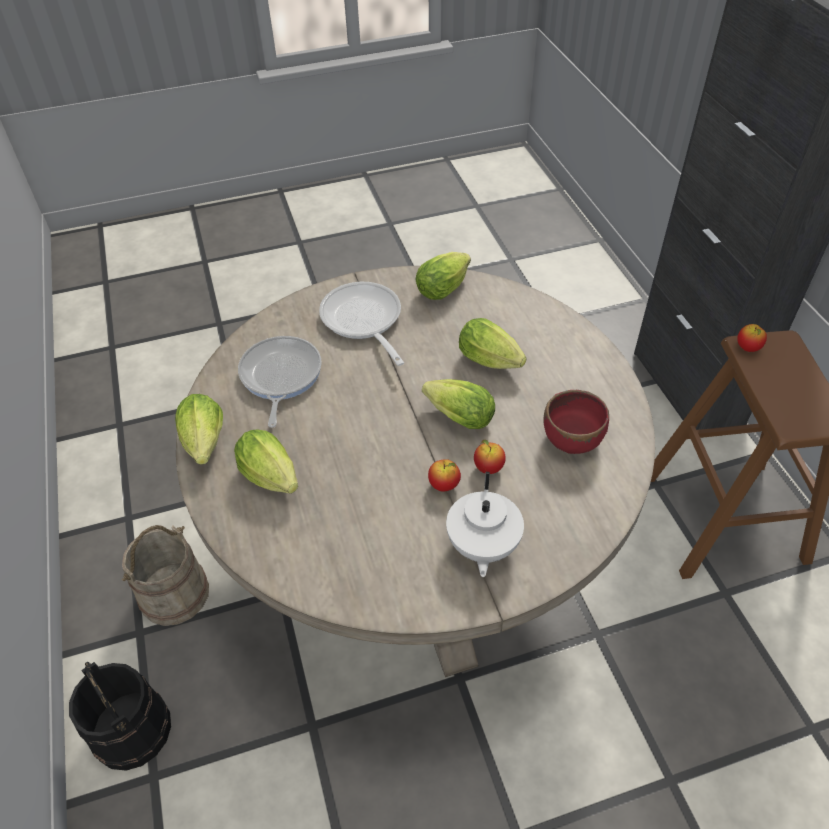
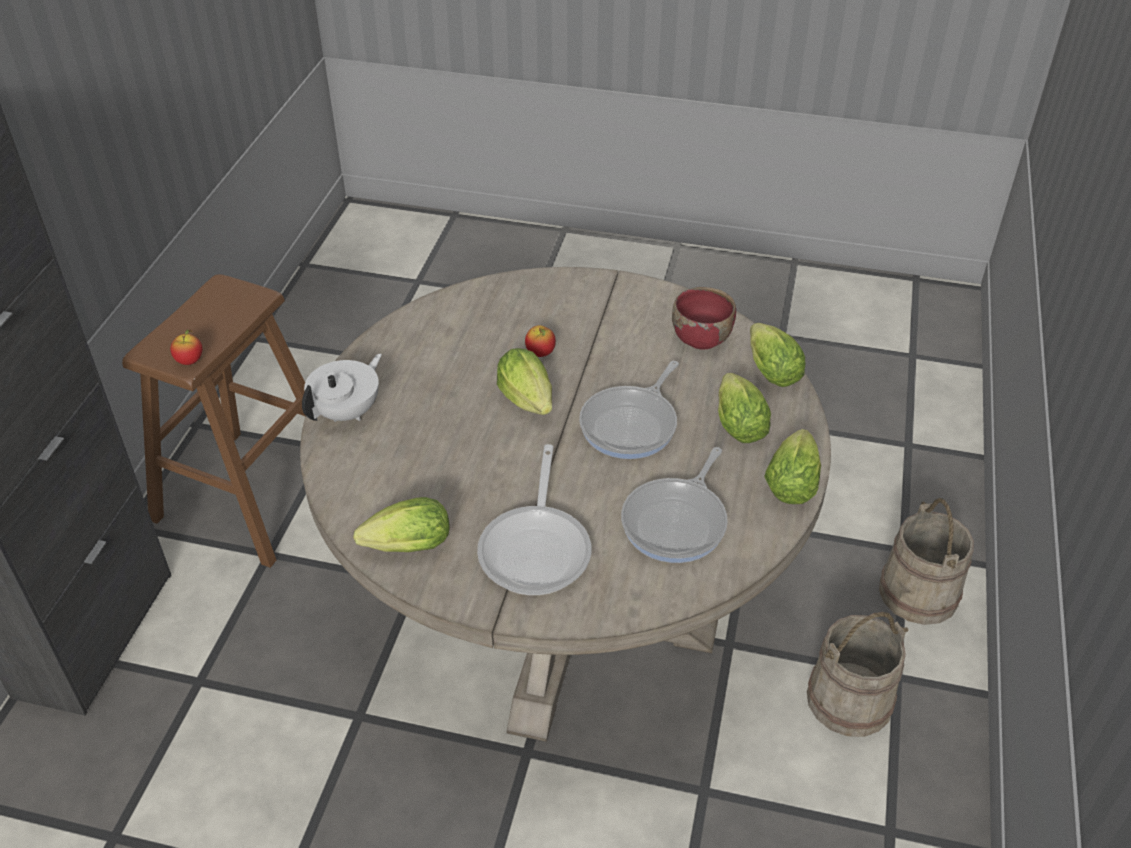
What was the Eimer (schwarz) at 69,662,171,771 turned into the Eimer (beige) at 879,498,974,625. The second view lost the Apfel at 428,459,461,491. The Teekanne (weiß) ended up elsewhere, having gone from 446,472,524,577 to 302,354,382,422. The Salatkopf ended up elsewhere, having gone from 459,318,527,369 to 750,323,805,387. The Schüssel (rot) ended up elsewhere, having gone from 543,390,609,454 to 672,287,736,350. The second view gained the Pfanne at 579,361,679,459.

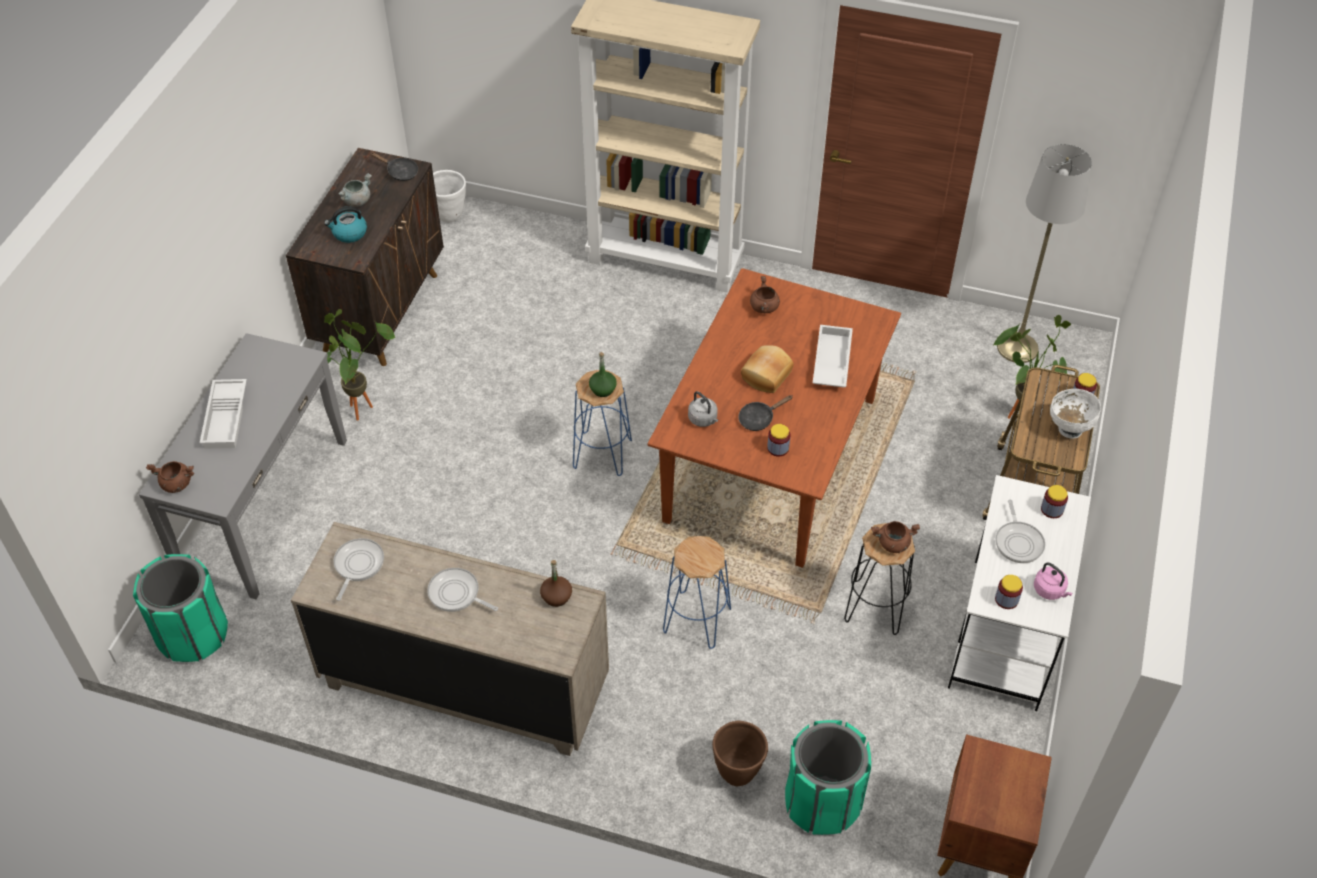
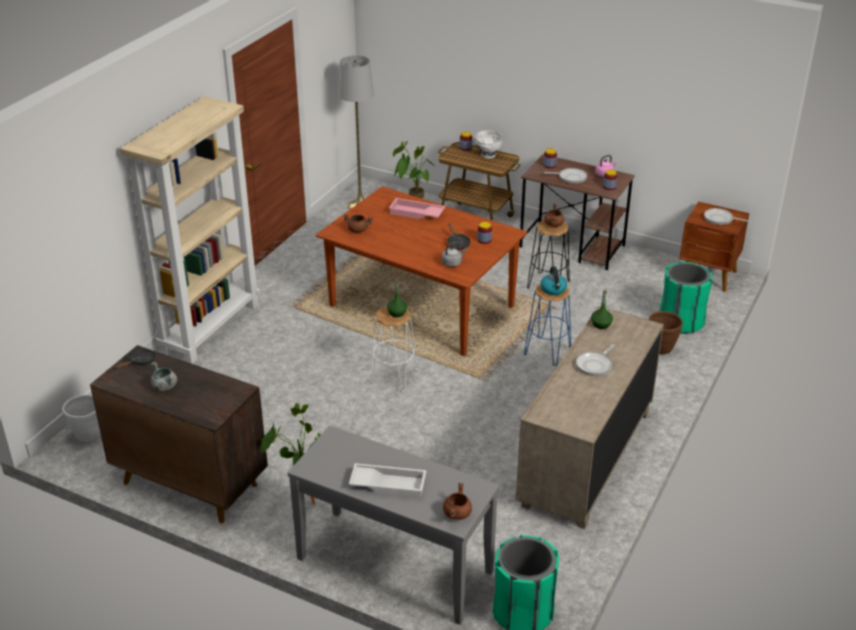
The Wasserkessel ended up elsewhere, having gone from 324,206,367,243 to 541,266,567,295. The Pfanne ended up elsewhere, having gone from 333,538,384,601 to 704,208,749,225. What was the Flasche (braun) at 540,560,572,607 turned into the Flasche (grün) at 591,290,613,329. What was the Hocker (blau) at 573,370,632,476 turned into the Hocker (weiß) at 370,306,418,391. The second view lost the Brot at 741,345,794,393. What was the Tablett (weiß) at 813,325,853,387 turned into the Tablett (rosa) at 389,198,446,219. What was the Schreibtisch (weiß) at 948,475,1091,711 turned into the Schreibtisch (braun) at 519,154,635,270.

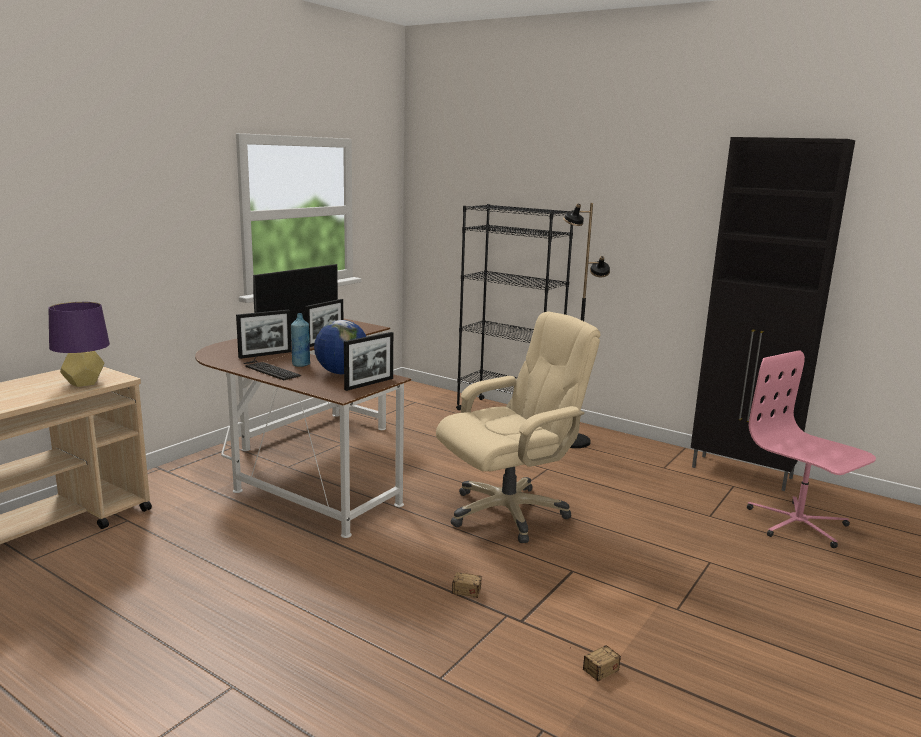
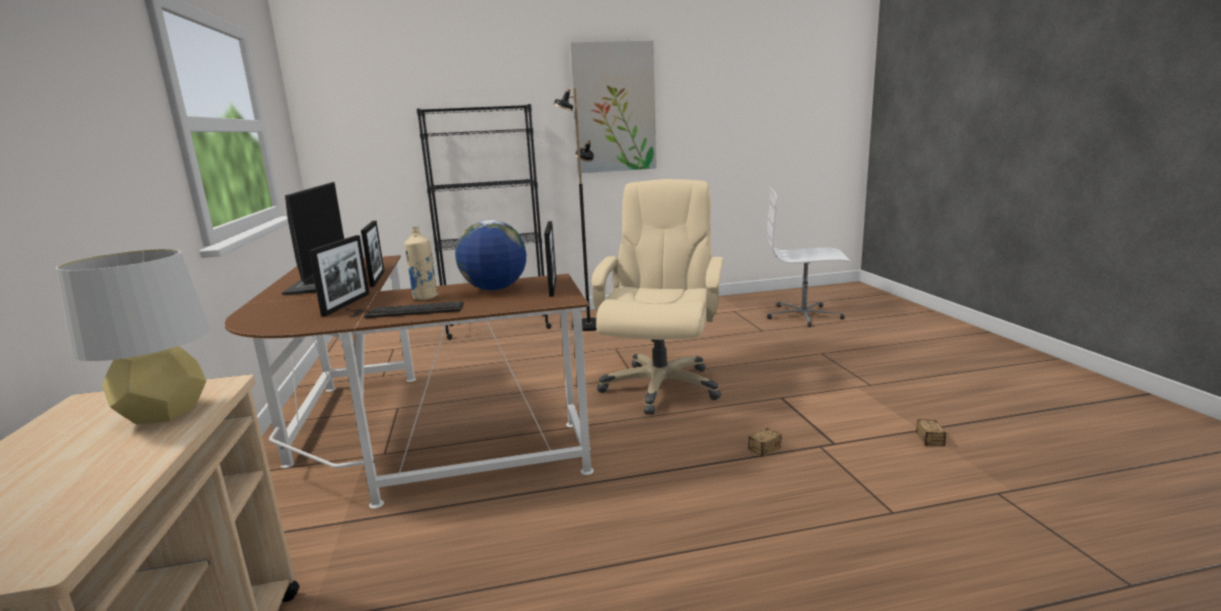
What was the Tischlampe (lila) at 49,302,110,387 turned into the Tischlampe (grau) at 56,249,209,425. What was the Flasche (blau) at 291,313,310,367 turned into the Flasche (beige) at 405,226,438,300. The second view lost the Schrank (schwarz) at 691,137,855,491. What was the Bürostuhl (rosa) at 747,350,876,548 turned into the Bürostuhl (weiß) at 767,187,850,327. The second view gained the Bild at 570,40,656,173.

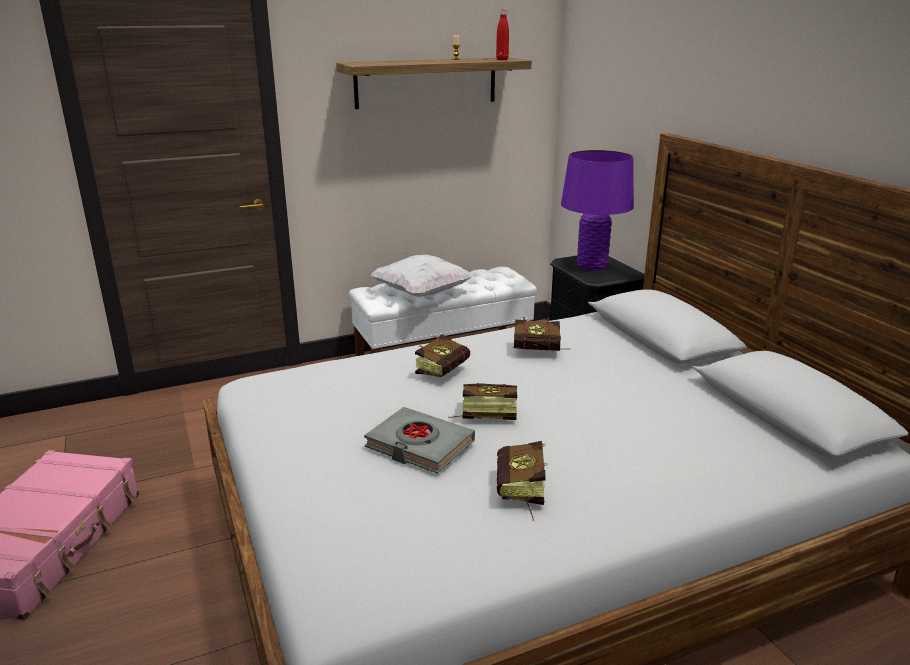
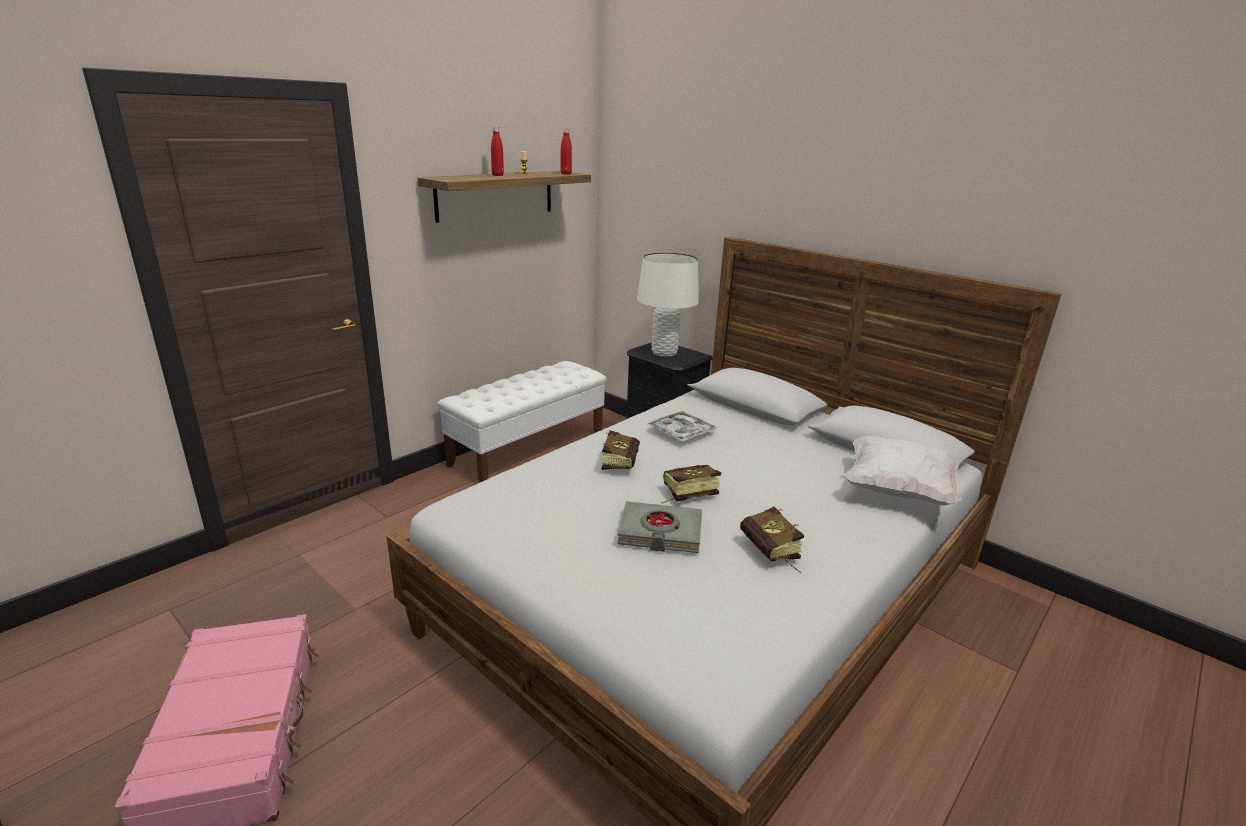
The Kissen (weiß) ended up elsewhere, having gone from 371,254,473,297 to 843,436,962,506. Where the Buch stood at 513,317,571,351, the Tablett came to stand at 648,411,717,442. What was the Tischlampe (lila) at 561,150,634,271 turned into the Tischlampe (weiß) at 637,253,699,357. The second view gained the Flasche (rot) at 491,127,504,176.

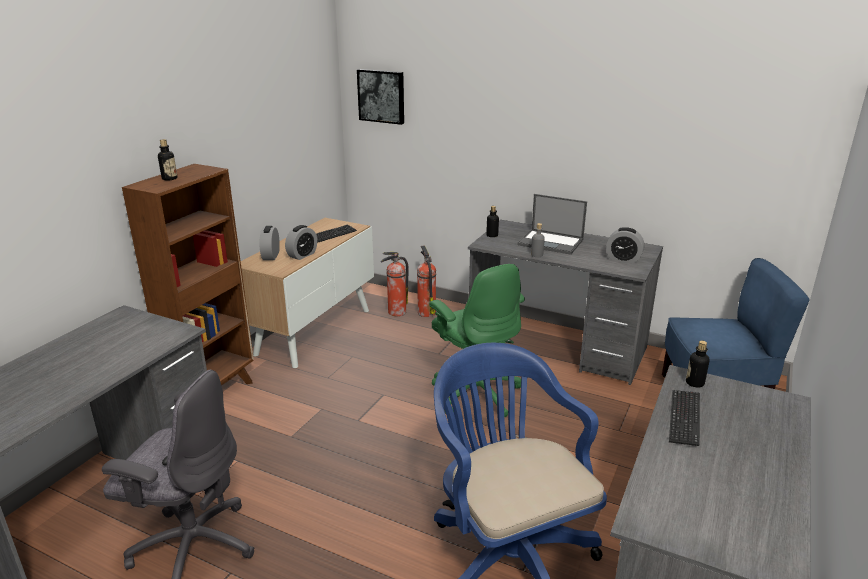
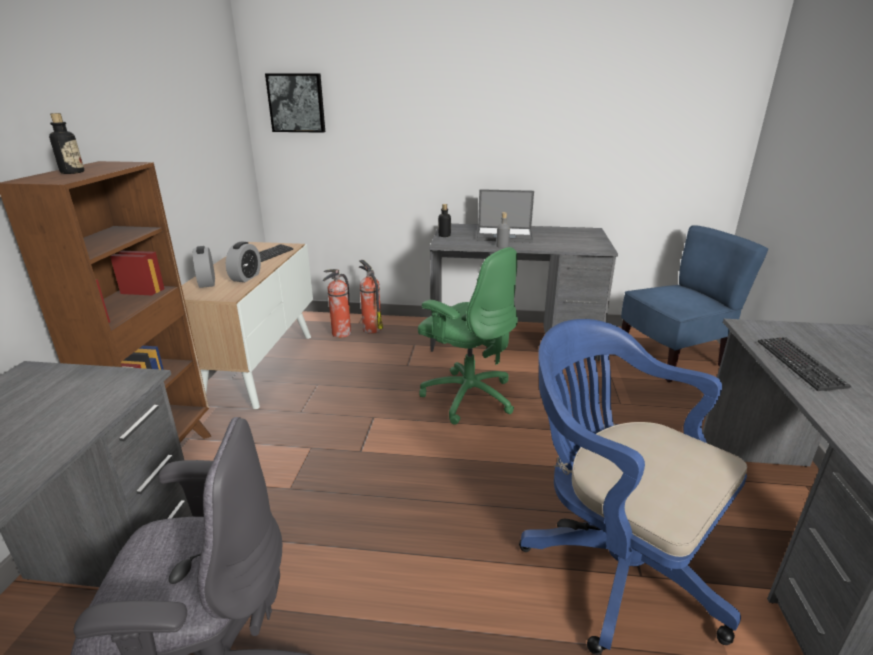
The second view lost the Wecker at 606,227,644,263. The second view lost the Flasche at 686,341,710,387.

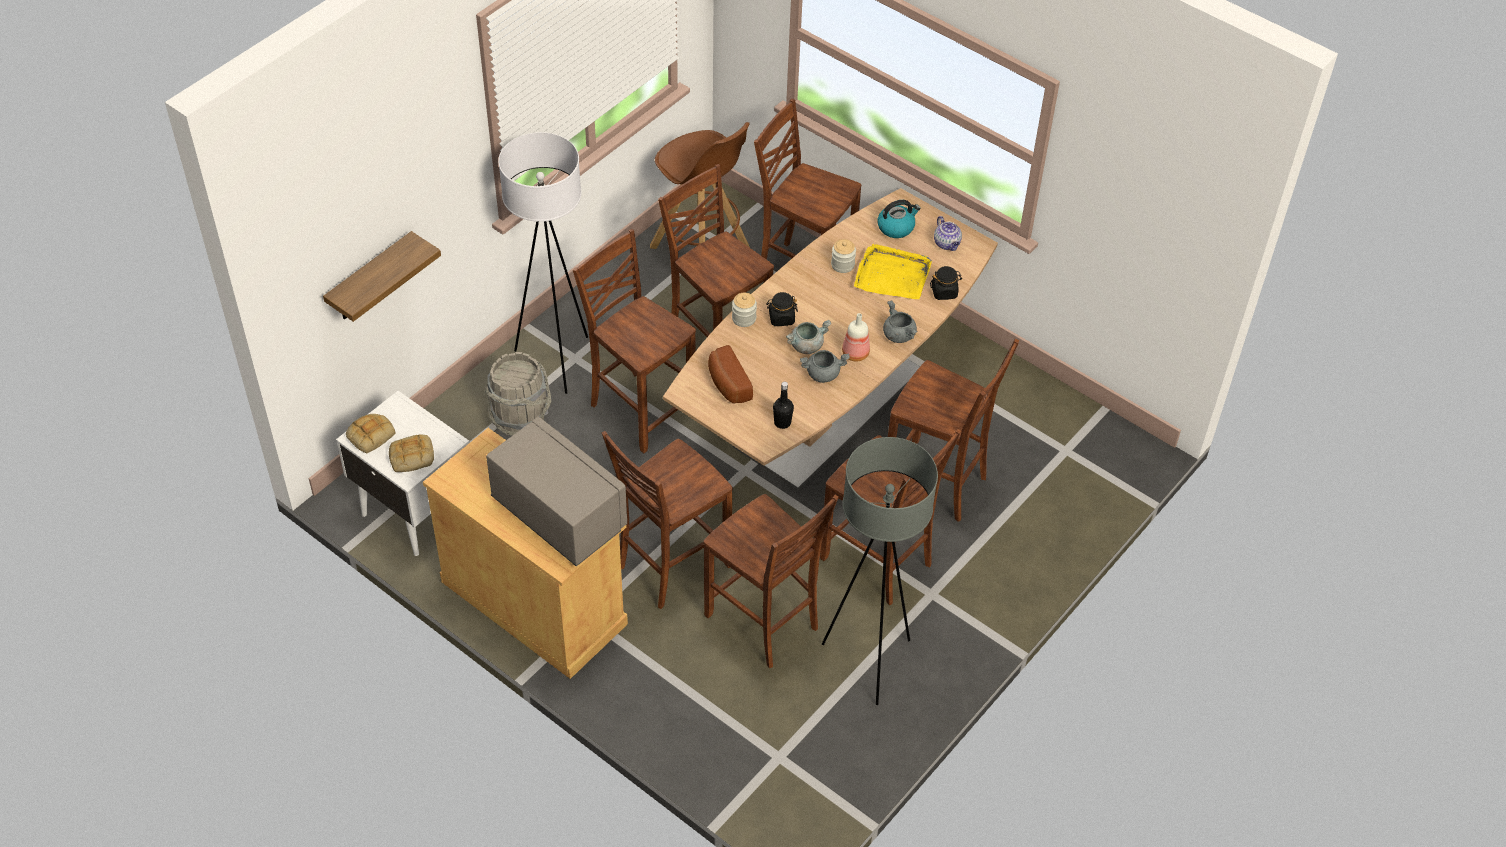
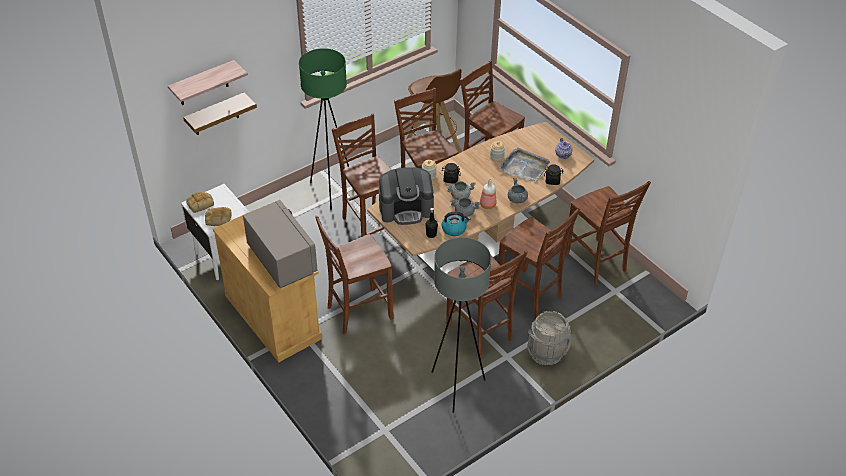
The Eimer (grau) ended up elsewhere, having gone from 484,352,551,436 to 527,311,571,365. What was the Stehlampe (weiß) at 498,132,588,394 turned into the Stehlampe (grün) at 299,48,349,210. The Stuhl (braun) ended up elsewhere, having gone from 704,494,839,668 to 565,181,651,285. Where the Brot stood at 708,345,753,403, the Kaffeemaschine came to stand at 379,167,434,225. What was the Tablett (gelb) at 854,244,932,299 turned into the Tablett (grau) at 499,148,550,182. The Wasserkessel ended up elsewhere, having gone from 878,200,921,238 to 442,211,470,236. The second view gained the Wandregal at 168,60,248,105.

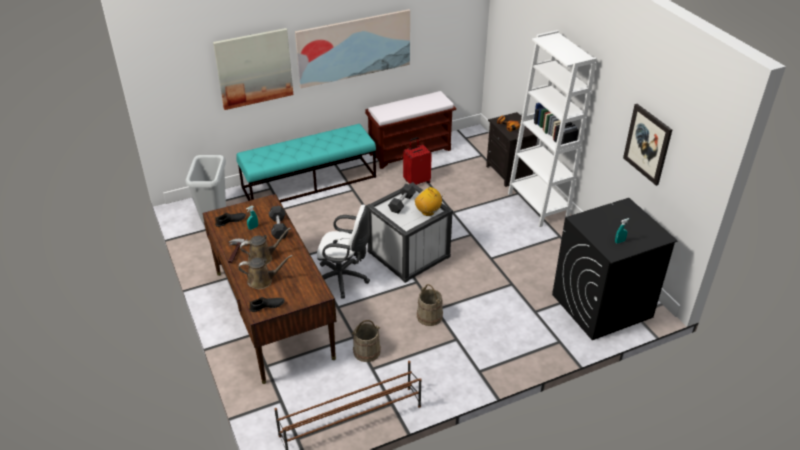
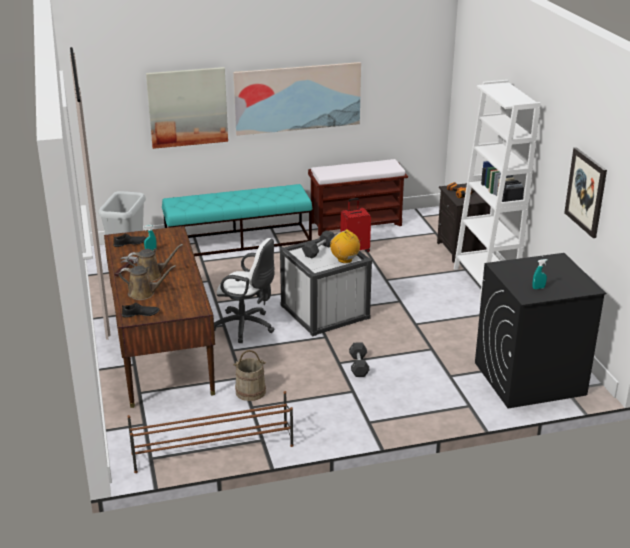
The Hantel (schwarz) ended up elsewhere, having gone from 269,206,288,239 to 349,343,370,377. The second view lost the Eimer (beige) at 417,284,443,326.

